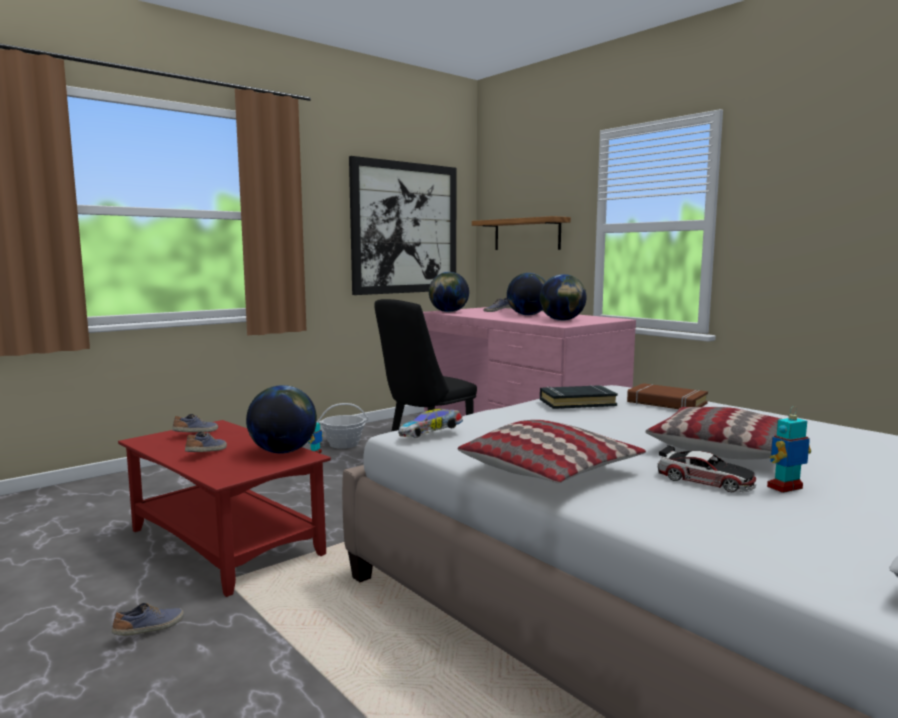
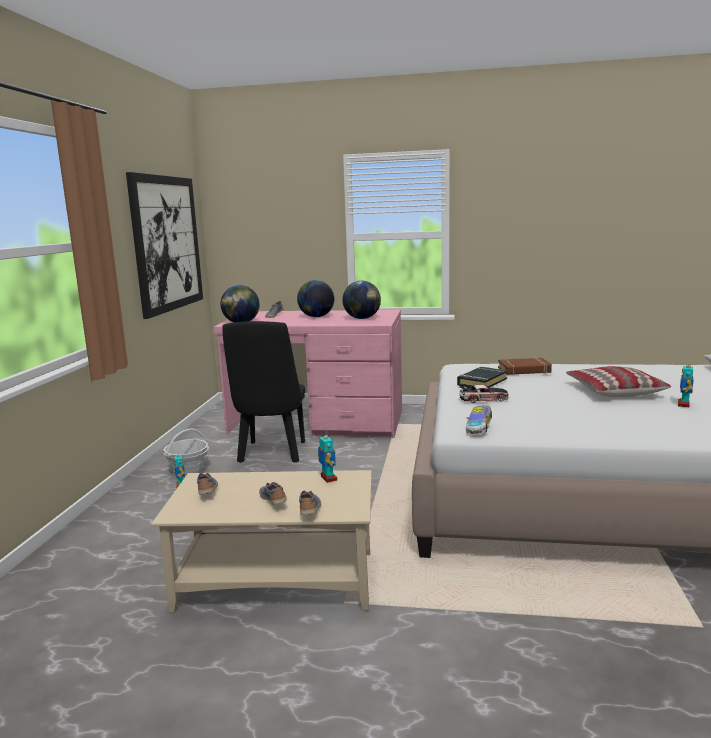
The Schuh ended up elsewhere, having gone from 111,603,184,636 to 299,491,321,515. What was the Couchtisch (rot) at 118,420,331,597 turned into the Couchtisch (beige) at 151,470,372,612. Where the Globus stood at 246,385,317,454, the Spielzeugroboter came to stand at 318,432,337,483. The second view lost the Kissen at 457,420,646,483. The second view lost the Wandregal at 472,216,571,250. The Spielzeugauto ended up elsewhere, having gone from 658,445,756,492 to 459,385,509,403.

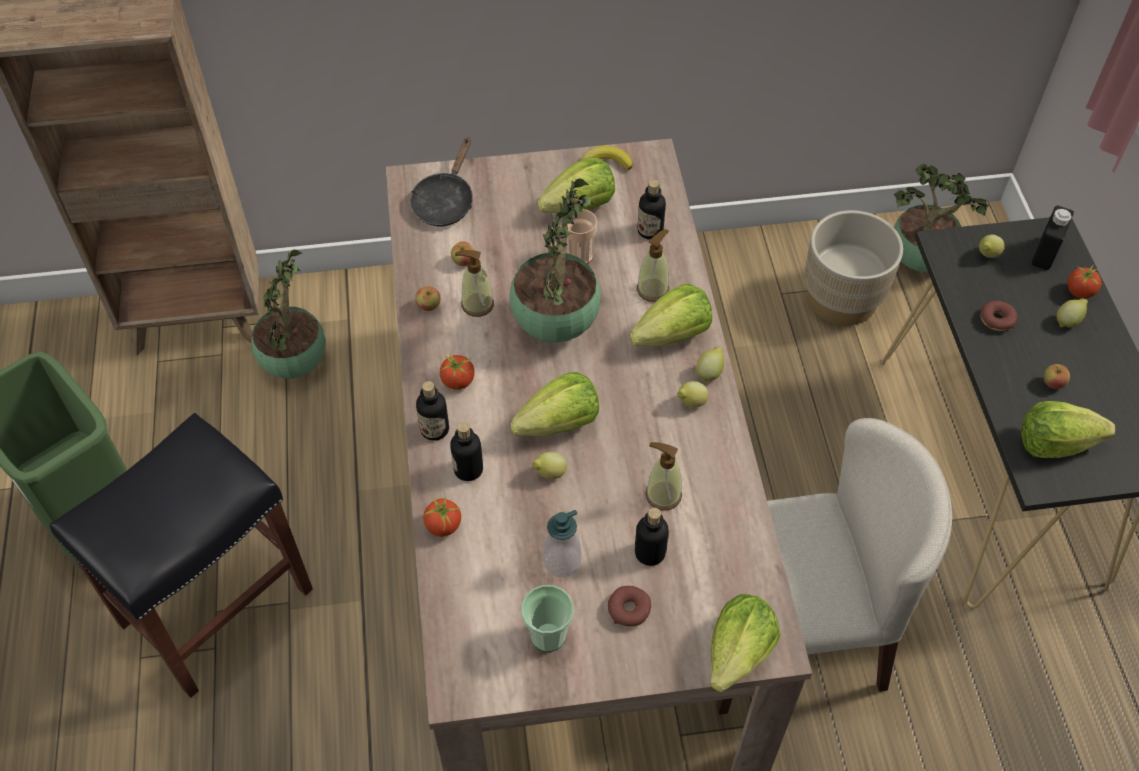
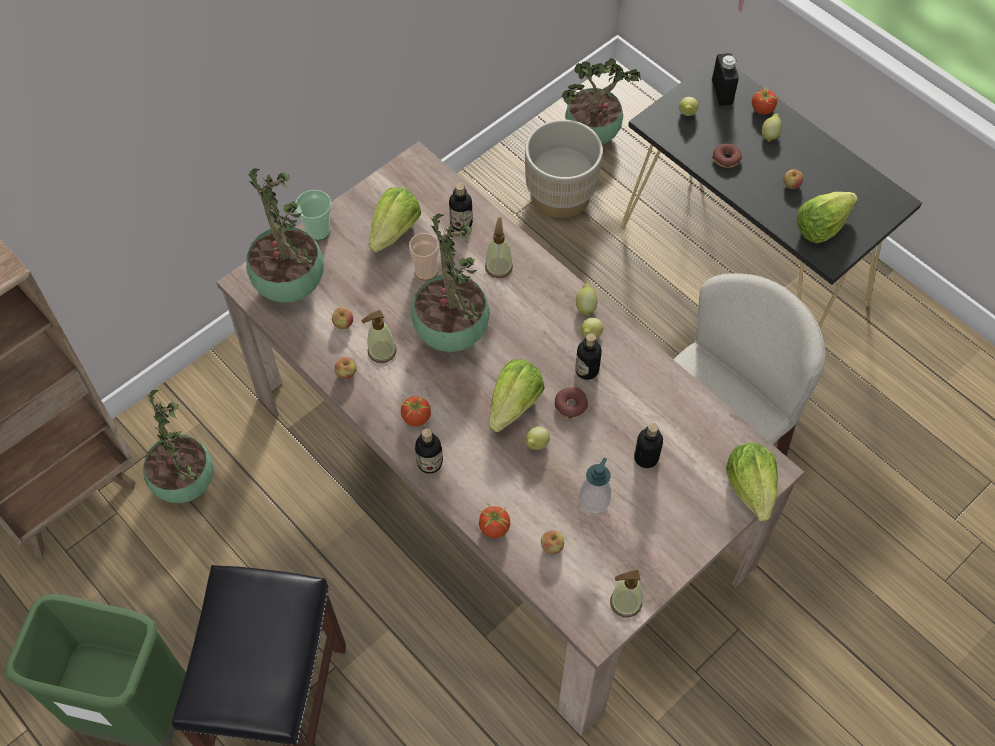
Where the Pfanne (schwarz) stood at 410,137,473,226, the Topfpflanze came to stand at 246,168,324,303. The Flasche ended up elsewhere, having gone from 450,422,483,481 to 575,333,602,380. The Tasse ended up elsewhere, having gone from 521,585,574,652 to 295,190,332,241. The second view lost the Banane at 581,146,633,170. The Donut ended up elsewhere, having gone from 608,586,651,627 to 555,387,588,419. The second view lost the Salatkopf at 630,284,712,346. The Seifenspender ended up elsewhere, having gone from 645,442,682,511 to 610,570,643,618. The second view gained the Apfel at 541,530,564,555.

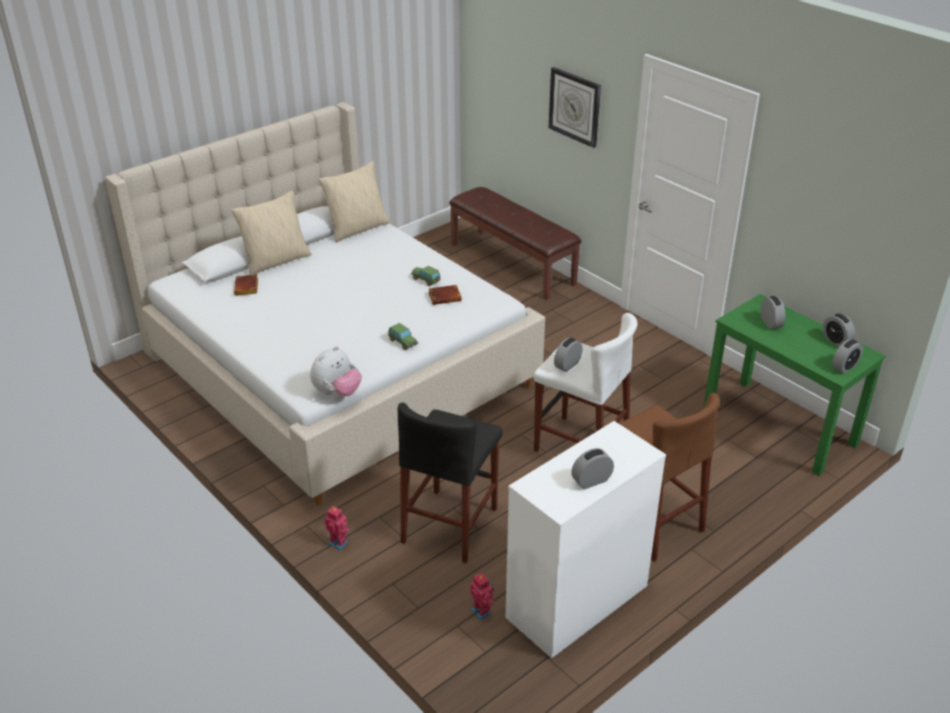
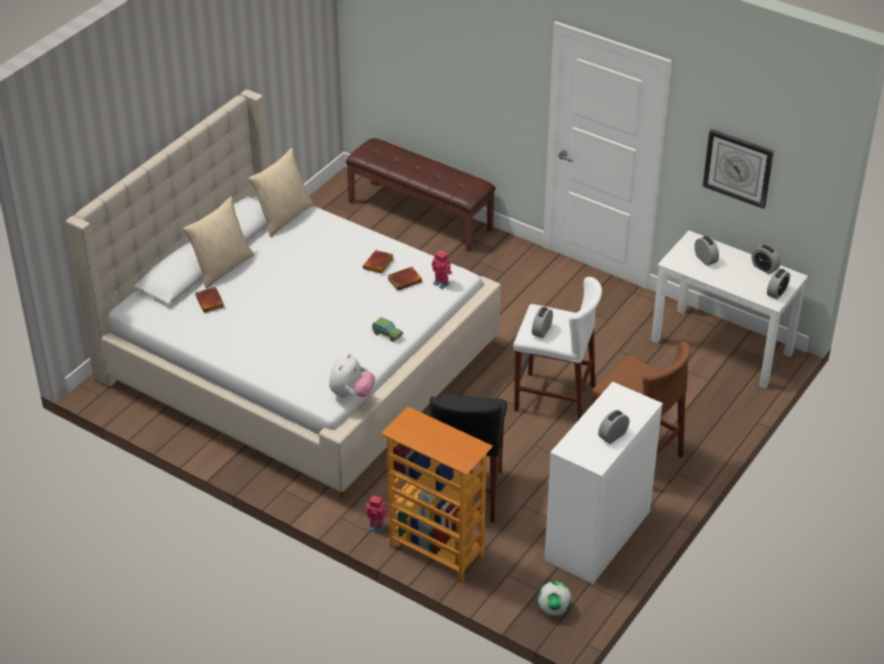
Where the Spielzeugauto stood at 411,266,441,286, the Buch (braun) came to stand at 363,250,394,274. The Spielzeugroboter ended up elsewhere, having gone from 470,573,495,620 to 431,250,452,289. The Wanduhr ended up elsewhere, having gone from 549,67,601,148 to 703,129,774,209. What was the Schreibtisch (grün) at 703,294,886,476 turned into the Schreibtisch (weiß) at 651,231,808,389. The second view gained the Bücherregal at 381,407,493,583. The second view gained the Fußball at 538,582,572,616.

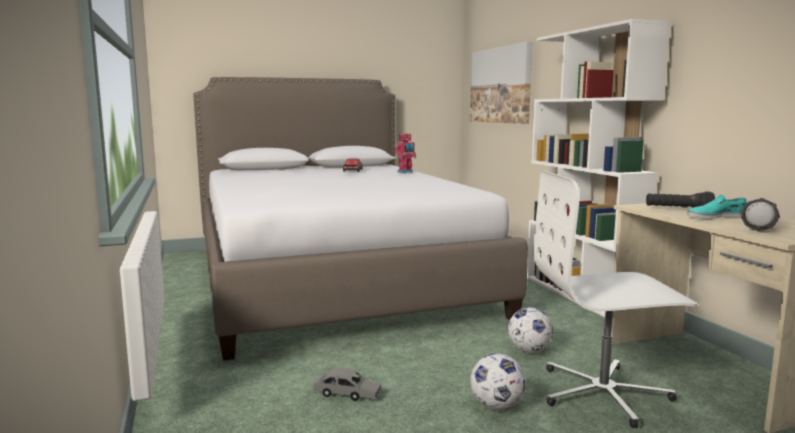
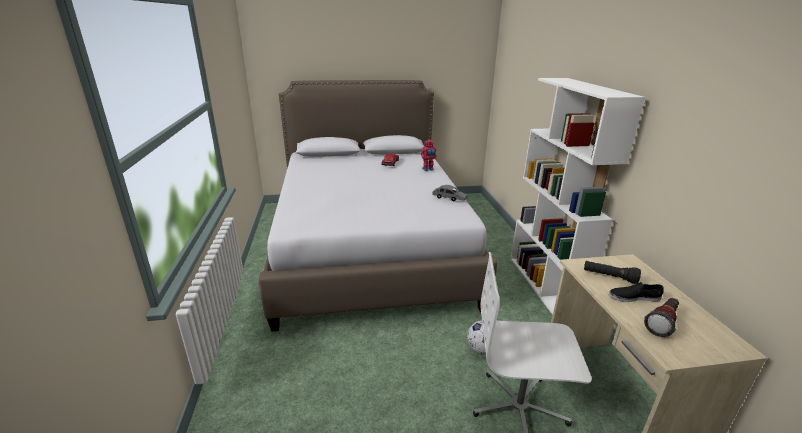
The Spielzeugauto (grau) ended up elsewhere, having gone from 313,368,381,401 to 432,185,467,201. The second view lost the Bild at 470,42,532,124. The second view lost the Fußball at 470,353,526,410. What was the Schuh (türkis) at 687,195,746,219 turned into the Schuh (schwarz) at 609,282,663,302.

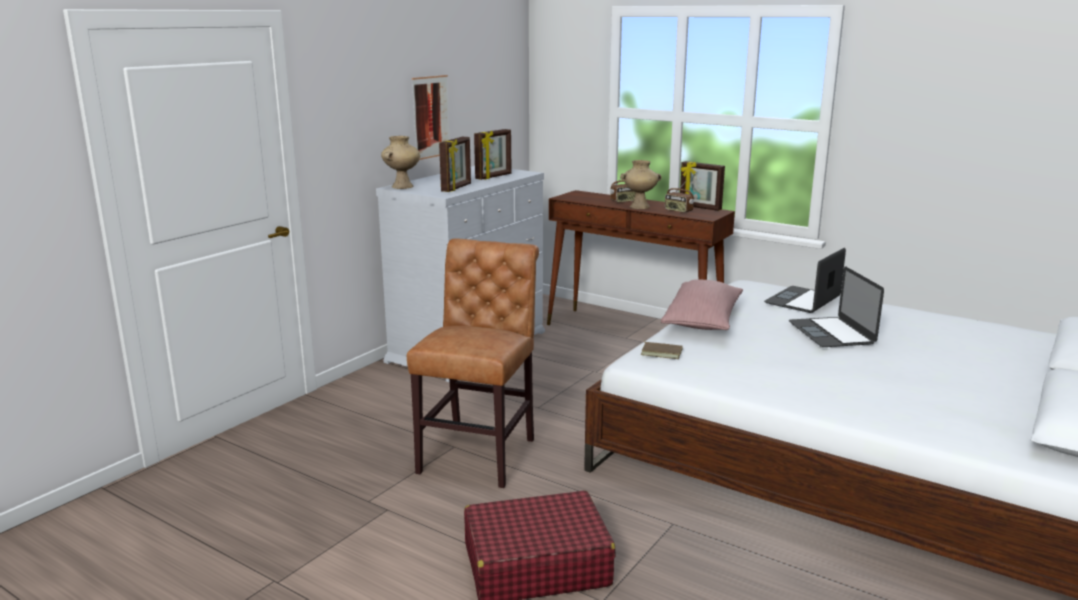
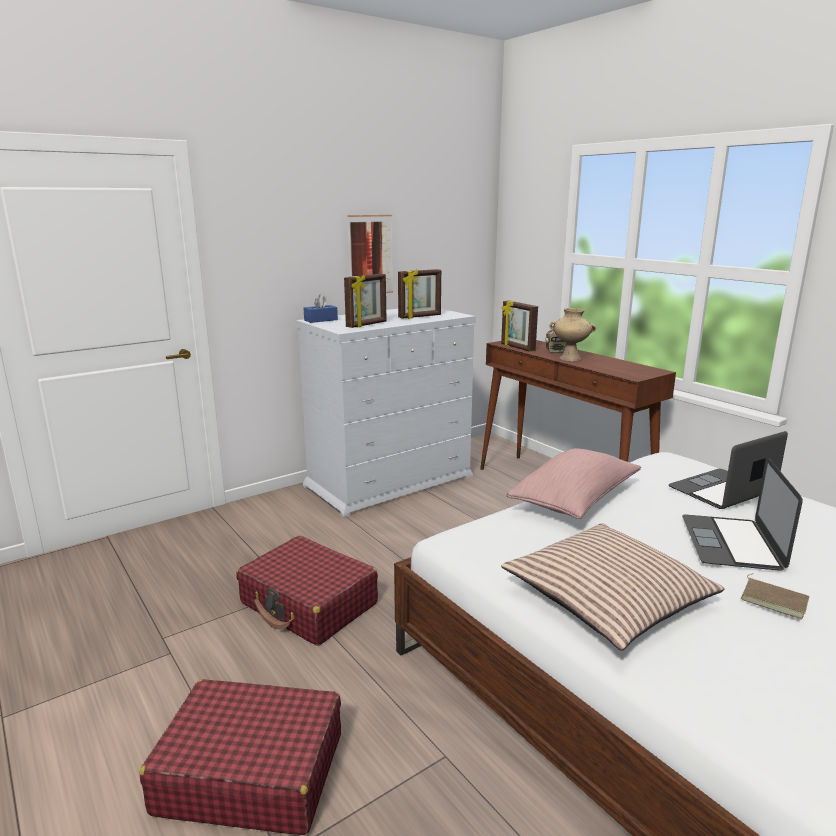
Where the Vase (beige) stood at 381,136,420,189, the Taschentuchbox (blau) came to stand at 304,295,338,323. Where the Stuhl (braun) stood at 407,239,539,488, the Koffer (rot) came to stand at 237,536,378,646. The Buch (braun) ended up elsewhere, having gone from 641,339,683,359 to 740,573,809,619. The second view lost the Radio at 665,180,694,213. The Bilderrahmen ended up elsewhere, having gone from 680,161,725,211 to 501,301,538,352. The second view gained the Kissen at 501,523,725,651.

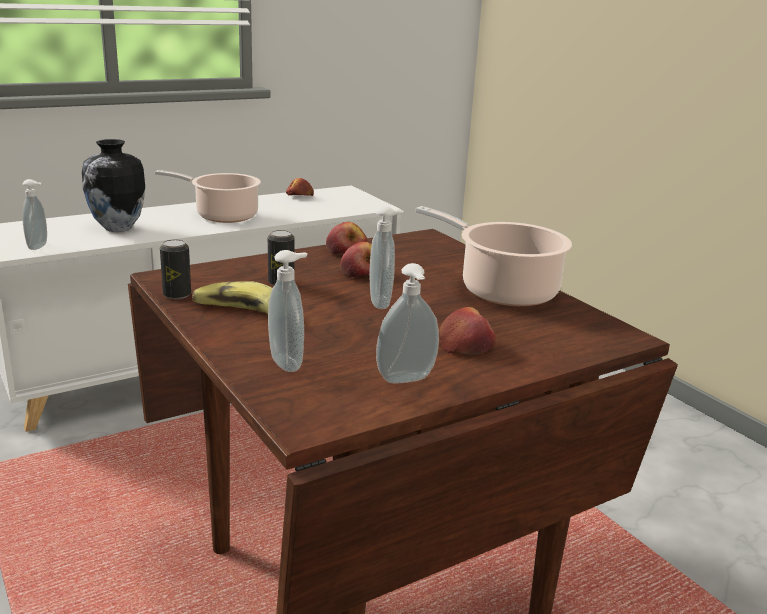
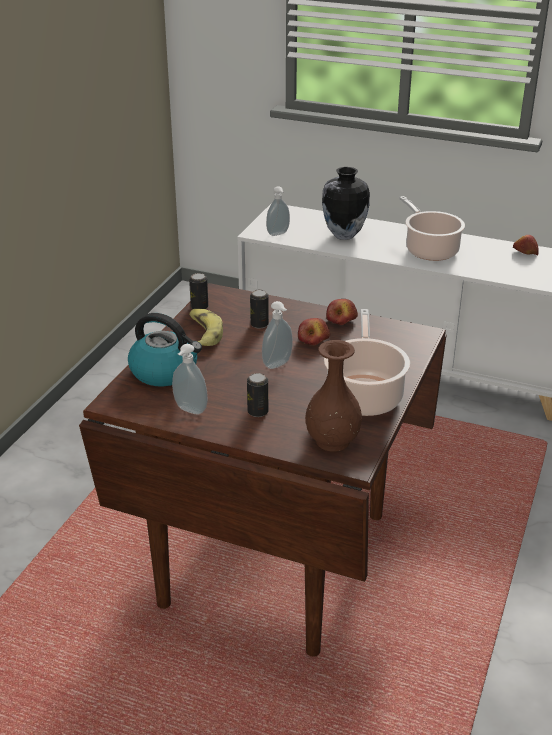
Where the Seifenspender stood at 268,250,307,372, the Wasserkessel came to stand at 128,313,202,386. Where the Apfel stood at 440,307,495,355, the Dose came to stand at 247,373,268,417. The second view gained the Vase (braun) at 305,340,362,452.

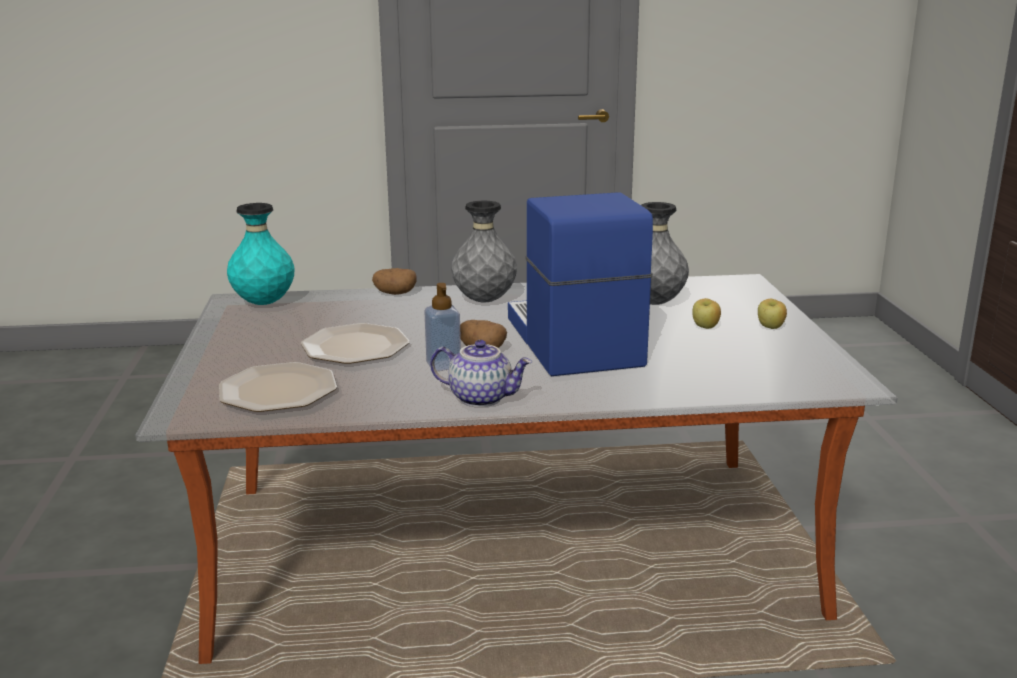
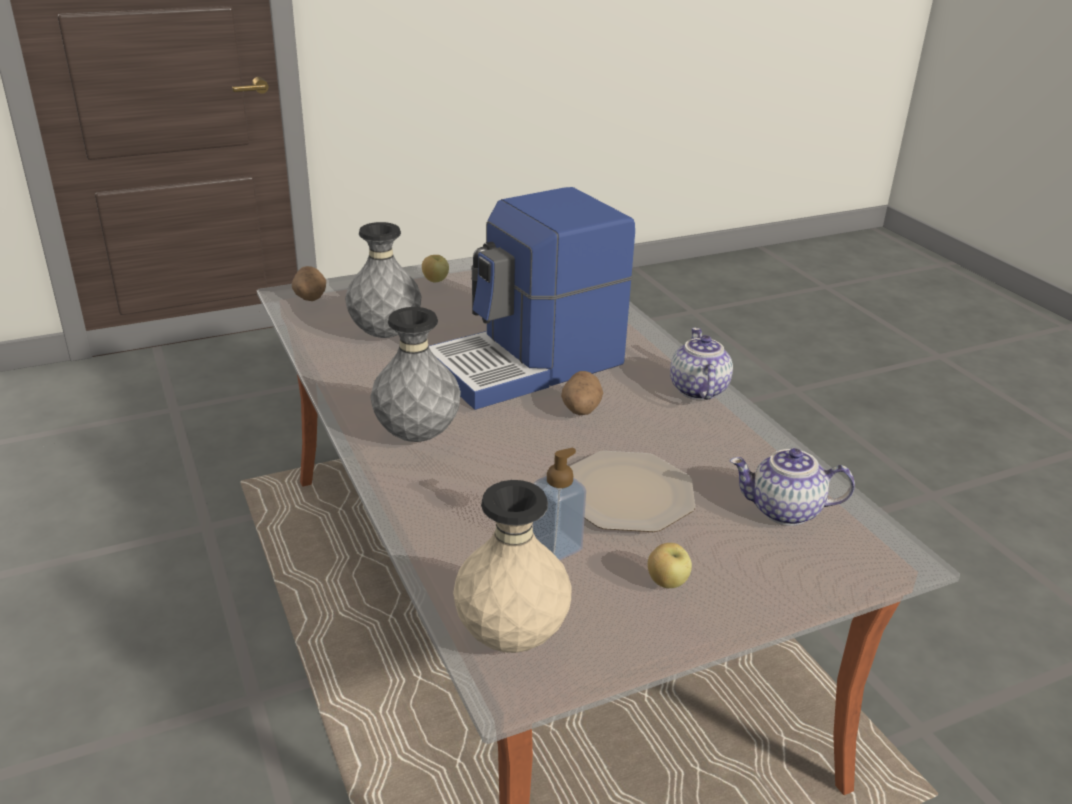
Where the Teller stood at 219,362,337,412, the Teekanne came to stand at 730,448,855,526. What was the Vase (türkis) at 227,203,294,305 turned into the Vase (beige) at 453,480,571,653. The Kartoffel ended up elsewhere, having gone from 372,268,417,295 to 292,266,326,301. The Seifenspender ended up elsewhere, having gone from 424,283,461,371 to 532,447,586,560. The Apfel ended up elsewhere, having gone from 692,298,721,329 to 648,543,692,588.

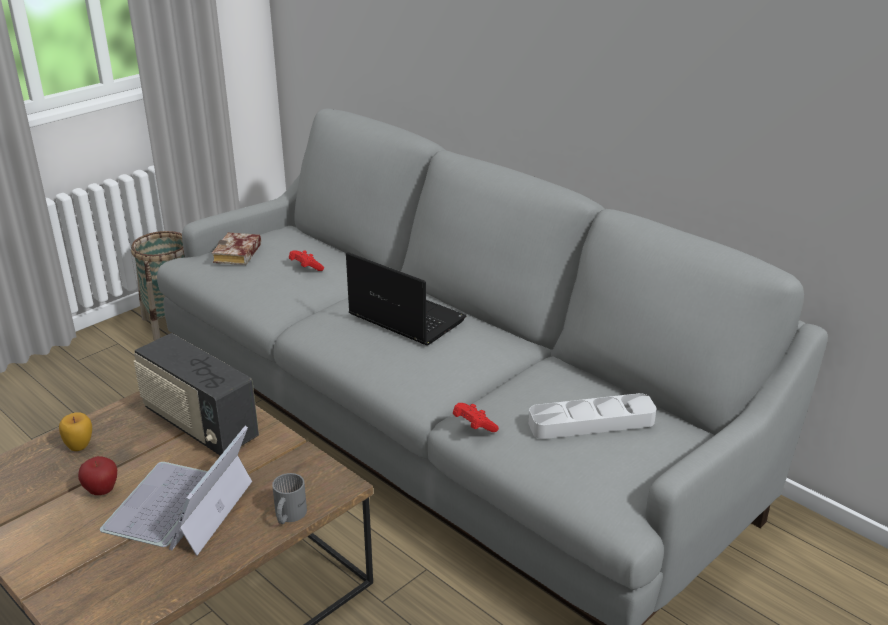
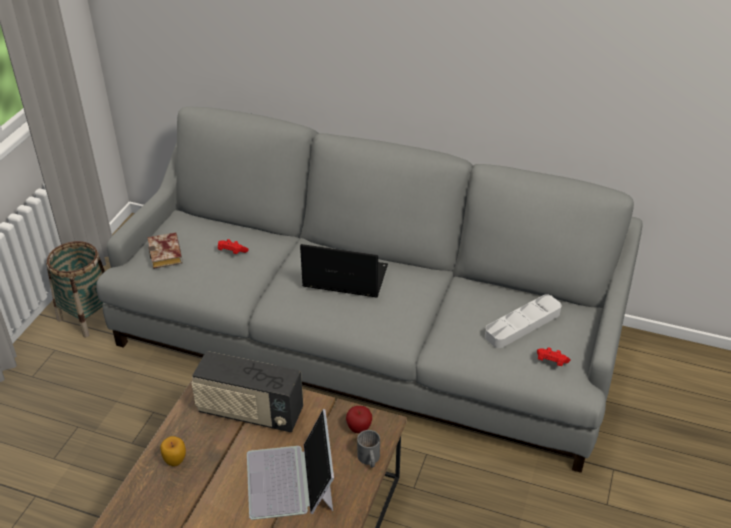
The Apfel ended up elsewhere, having gone from 78,456,117,495 to 346,406,372,433. The Gamepad (rot) ended up elsewhere, having gone from 453,403,499,432 to 537,347,570,366.

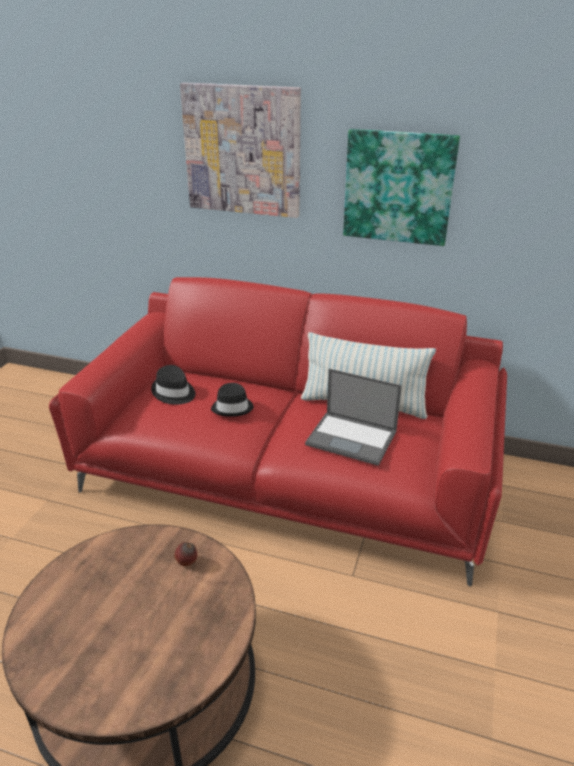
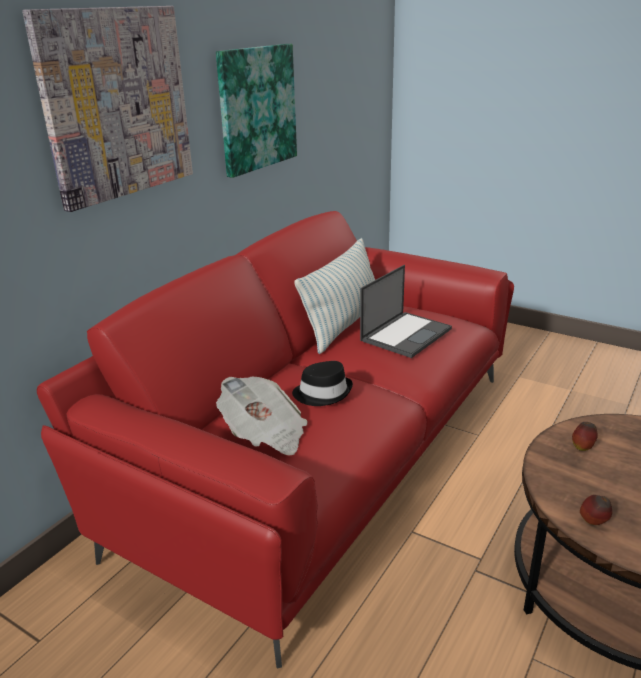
Where the Hut (schwarz) stood at 151,365,196,405, the Zeitung came to stand at 216,376,308,456. The second view gained the Apfel at 580,495,612,525.

